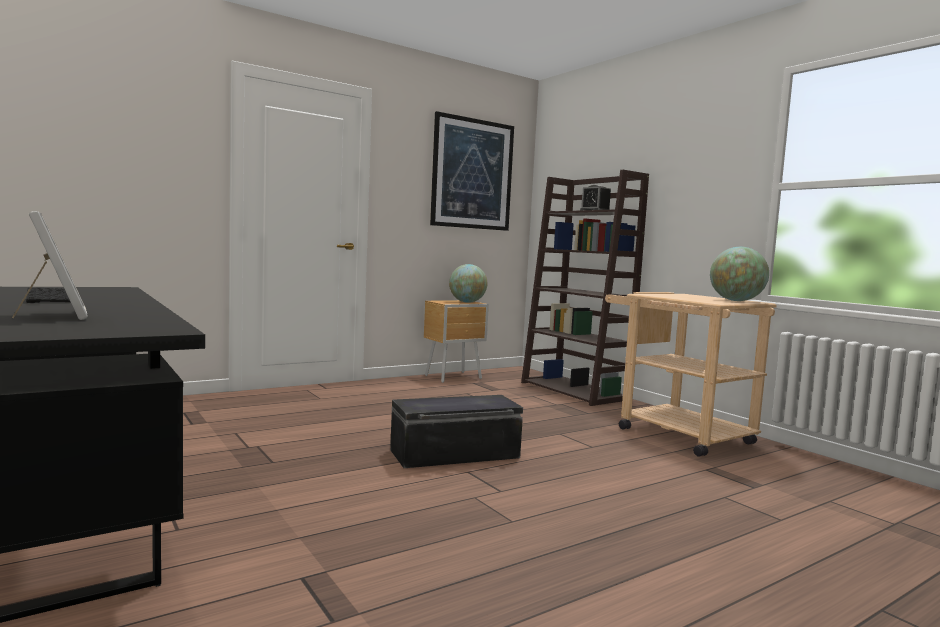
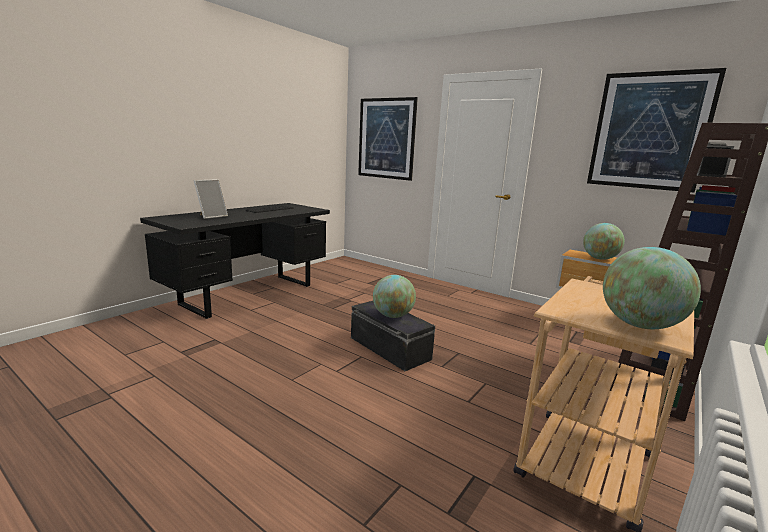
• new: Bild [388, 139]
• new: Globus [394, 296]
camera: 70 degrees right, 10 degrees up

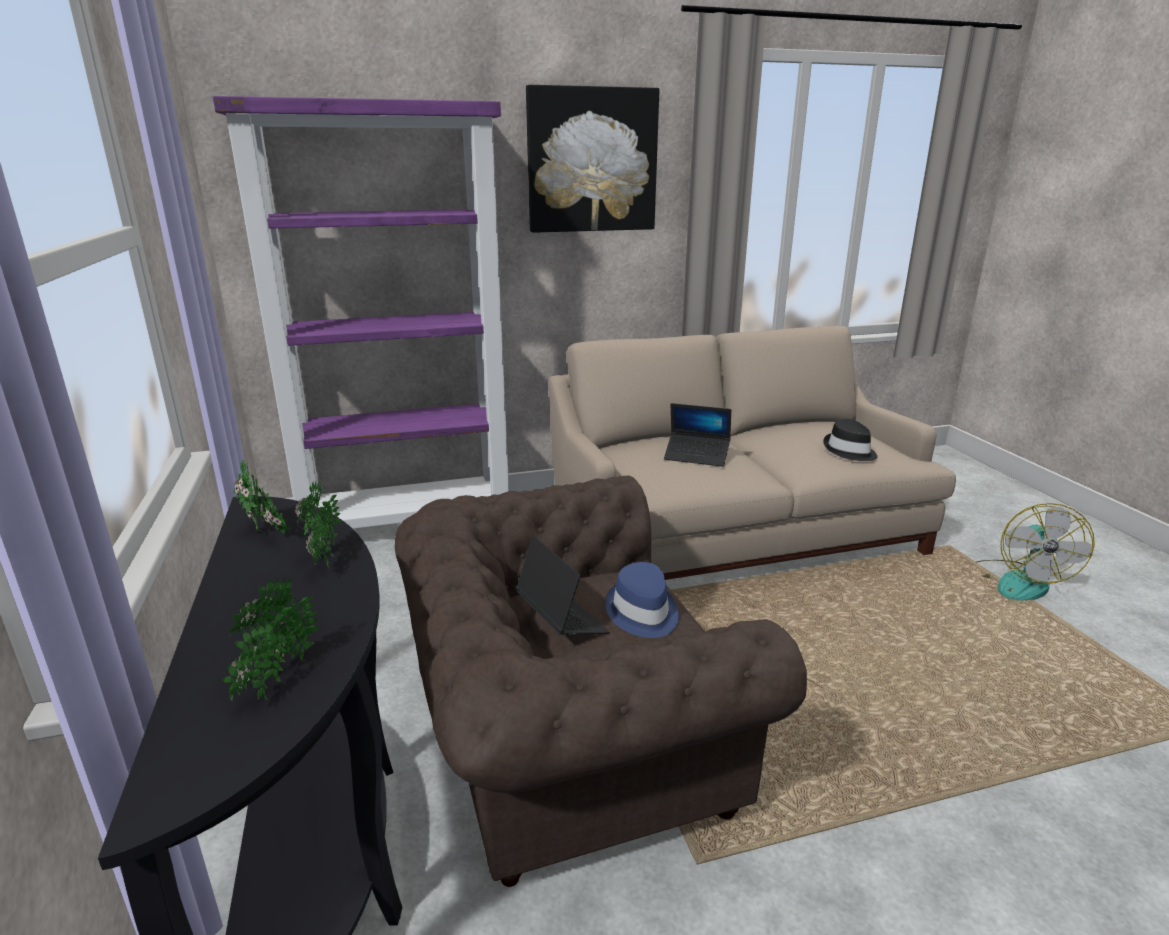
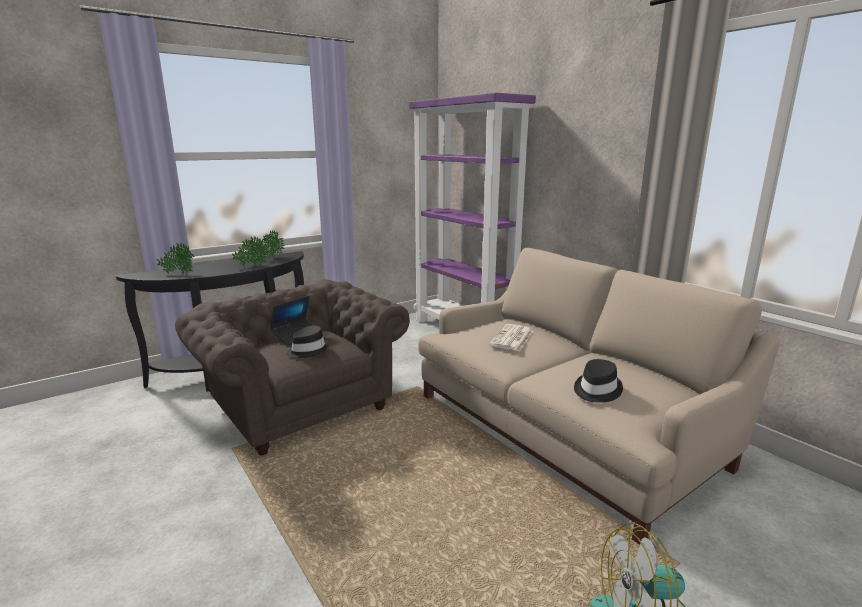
• gone: Bild [593, 159]
• swapped: Laptop [697, 435] to Zeitung [511, 337]
• repainted: Hut [blau] [642, 600] to Hut [schwarz] [307, 342]
camera: 70 degrees right, 5 degrees down

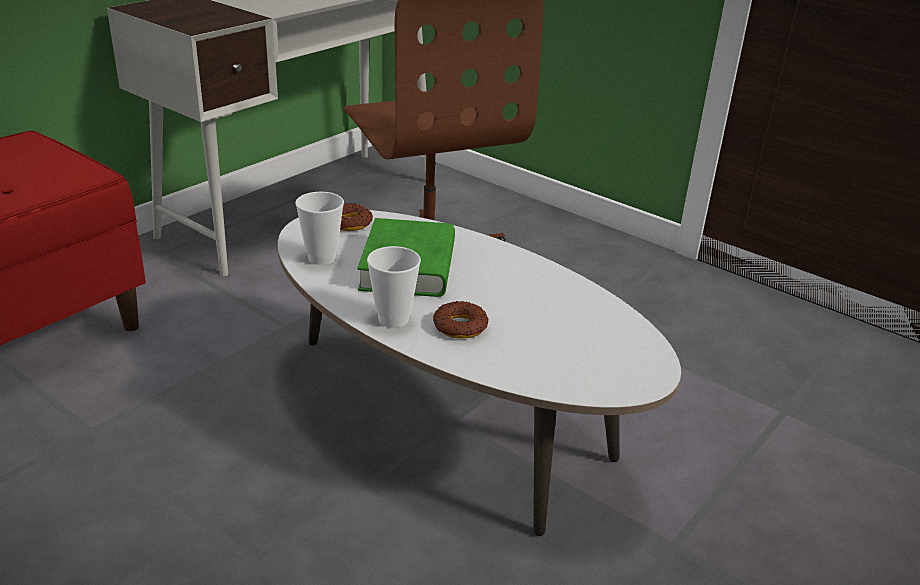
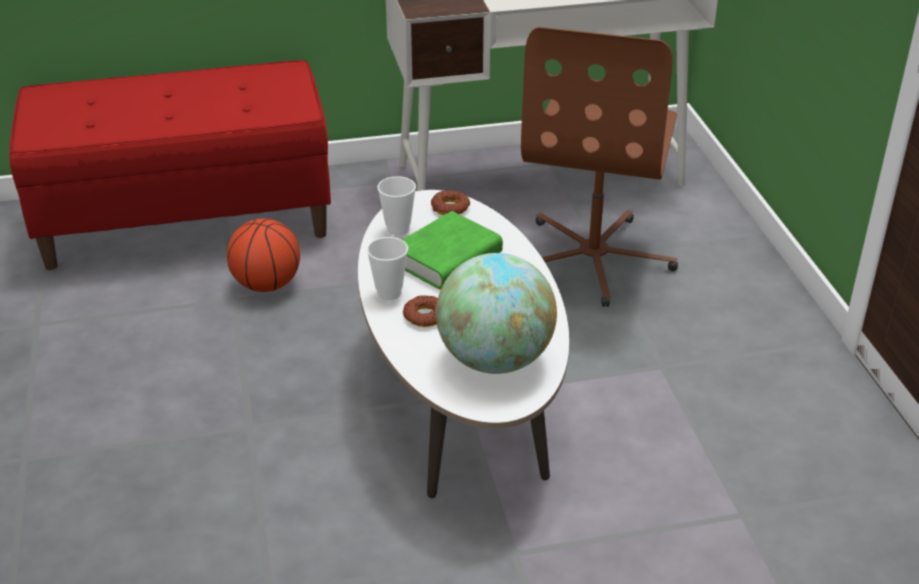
• new: Basketball [263, 255]
• new: Globus [496, 313]
camera: 40 degrees right, 5 degrees up

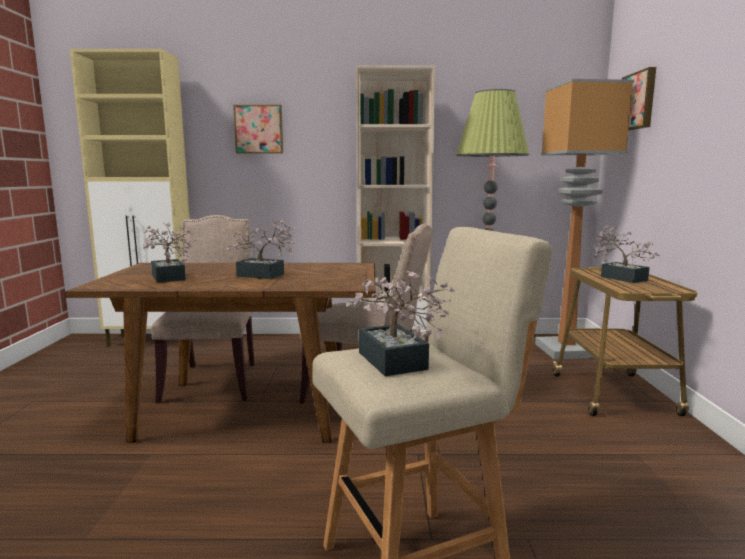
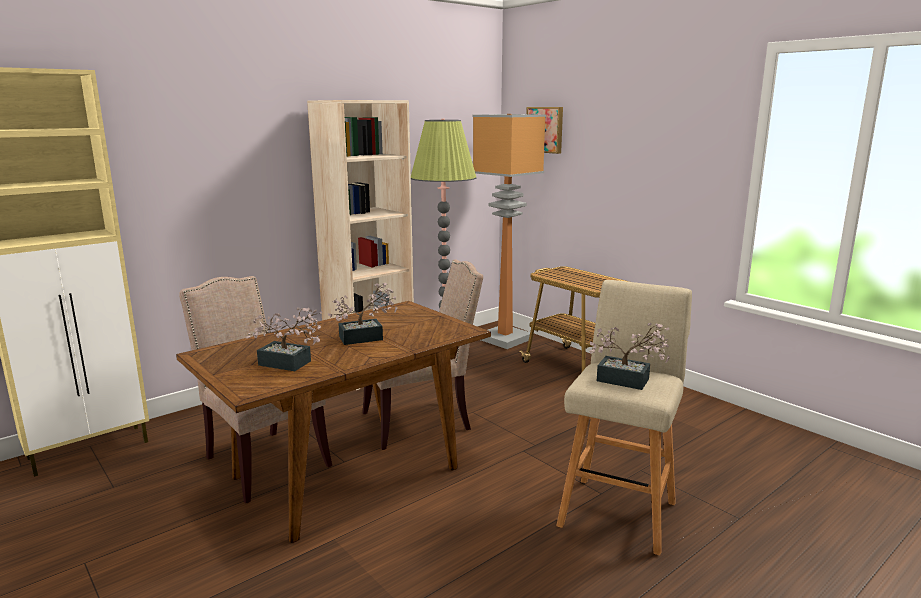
• gone: Bild [258, 129]
• gone: Topfpflanze [626, 254]
camera: 40 degrees left, 5 degrees up

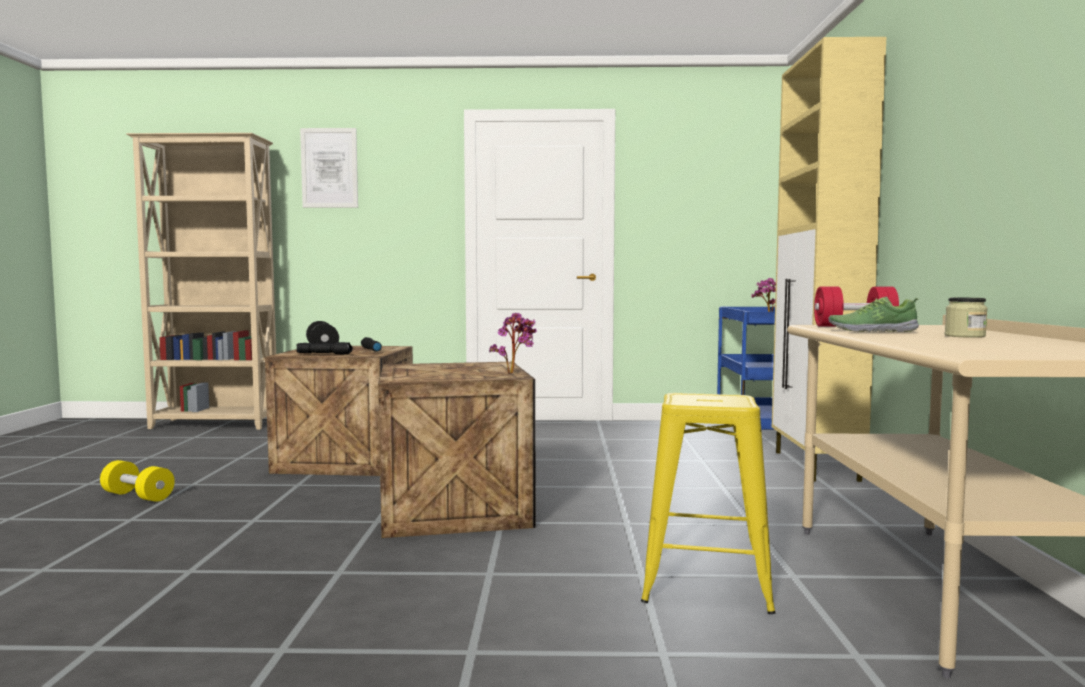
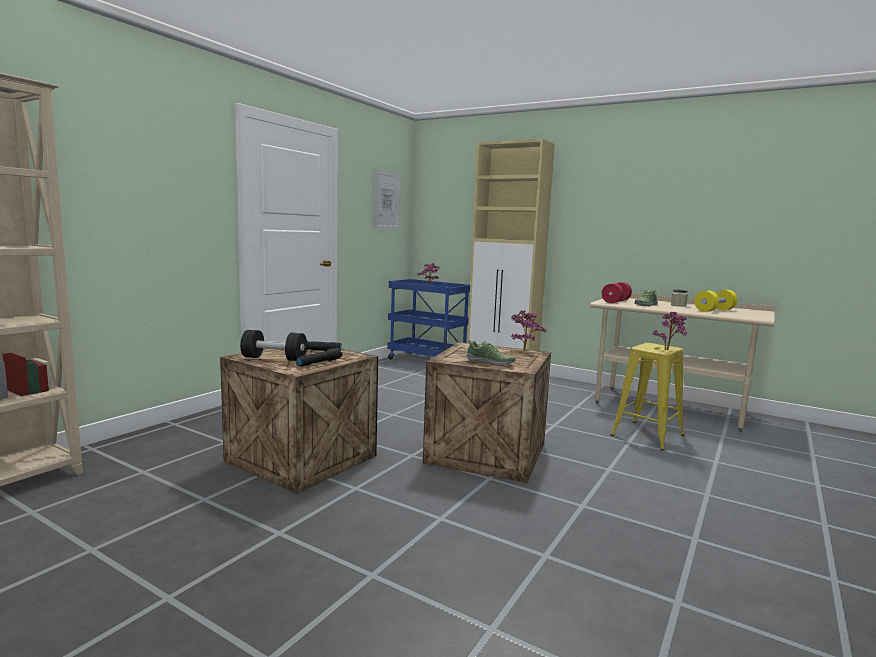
• new: Schuh [491, 352]
• new: Topfpflanze [669, 330]
• shifted: Hantel [gelb] [137, 481] to [716, 301]
• shifted: Bild [329, 168] to [387, 199]
camera: 60 degrees left, 5 degrees up

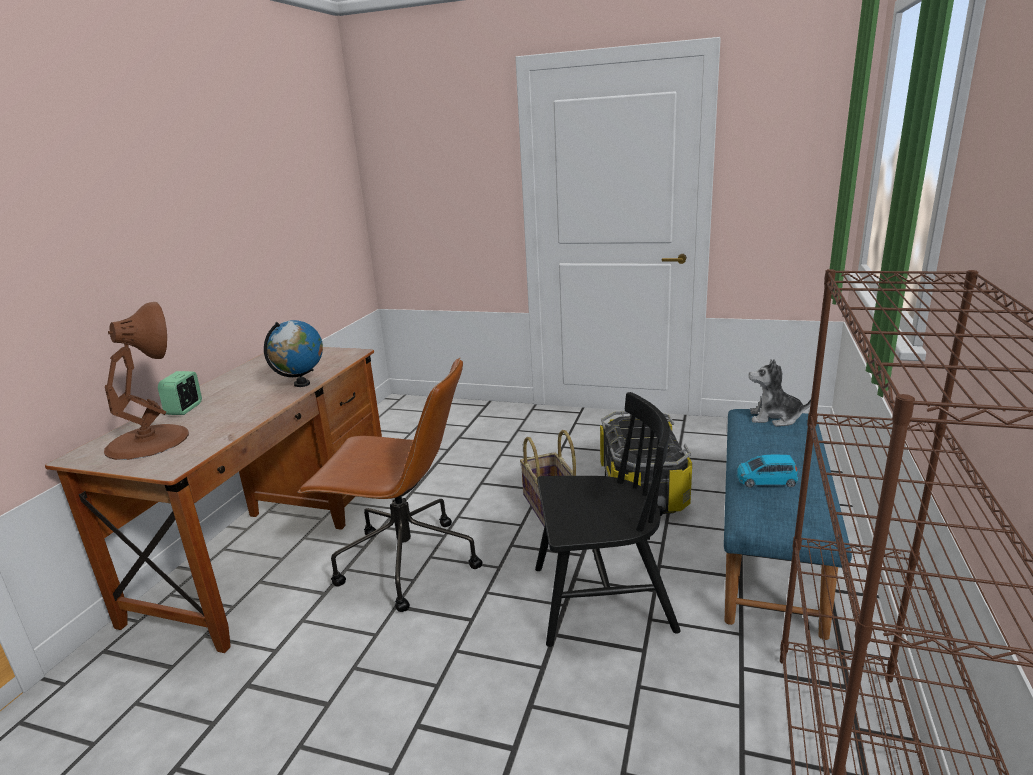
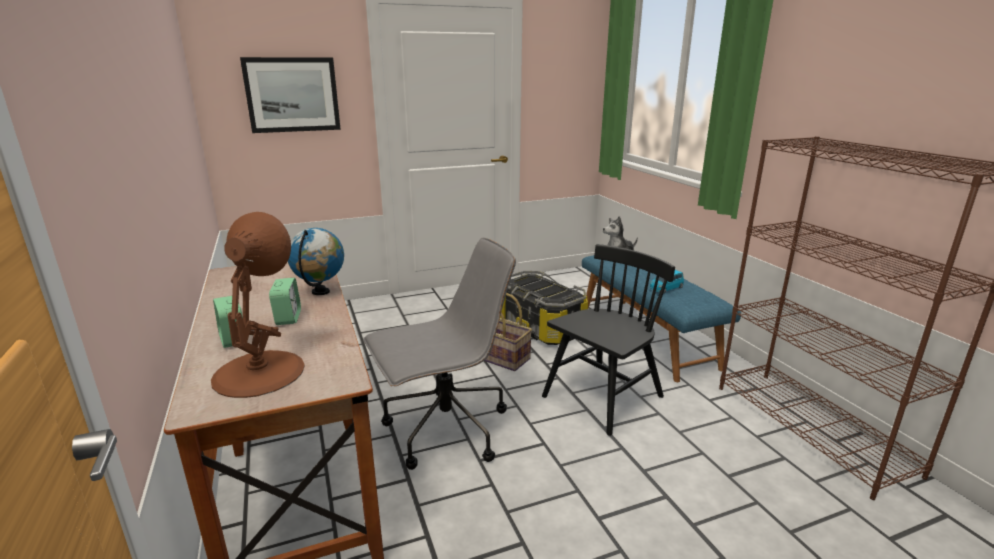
• new: Bild [290, 95]
• new: Wecker [285, 301]
• repainted: Bürostuhl [braun] [390, 484] to Bürostuhl [grau] [439, 354]
camera: 40 degrees left, 0 degrees up

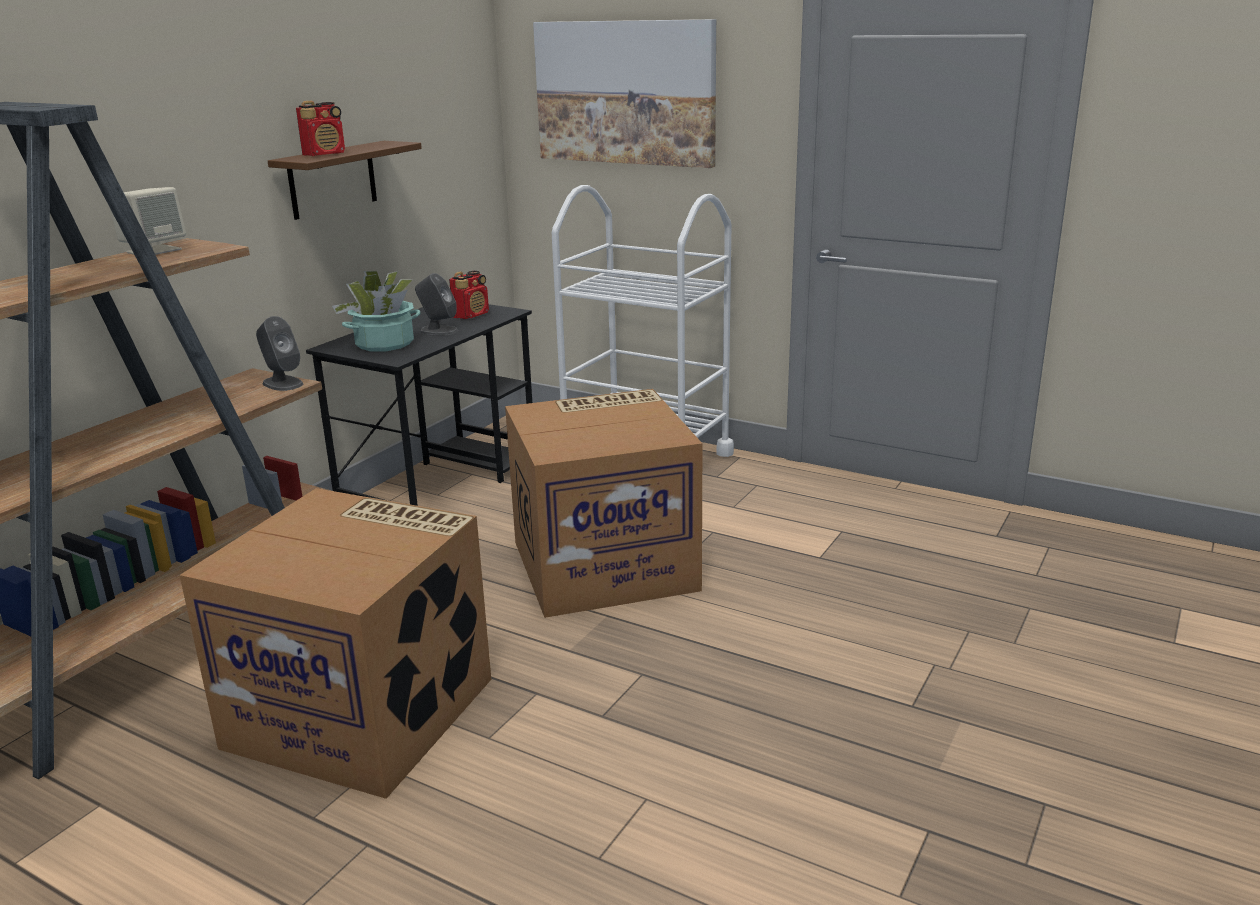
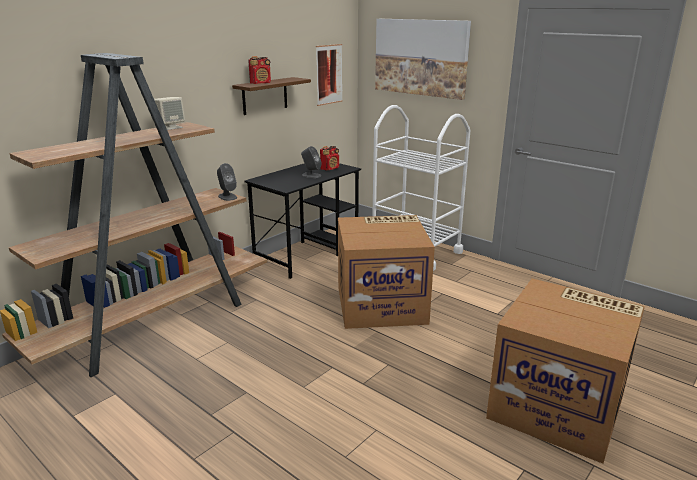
• gone: Topfpflanze [376, 311]
• new: Bild [329, 75]
• shifted: Karton [335, 643] to [565, 370]
camera: 10 degrees right, 0 degrees up

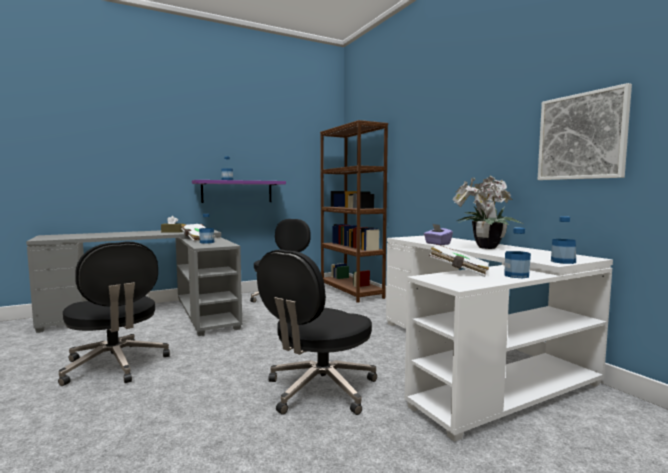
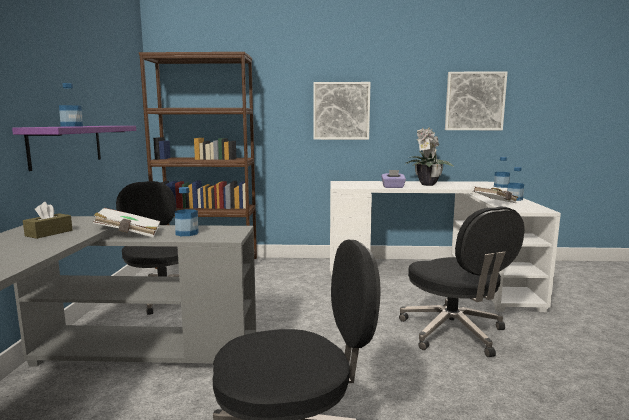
• new: Bild [342, 111]
camera: 60 degrees left, 5 degrees up

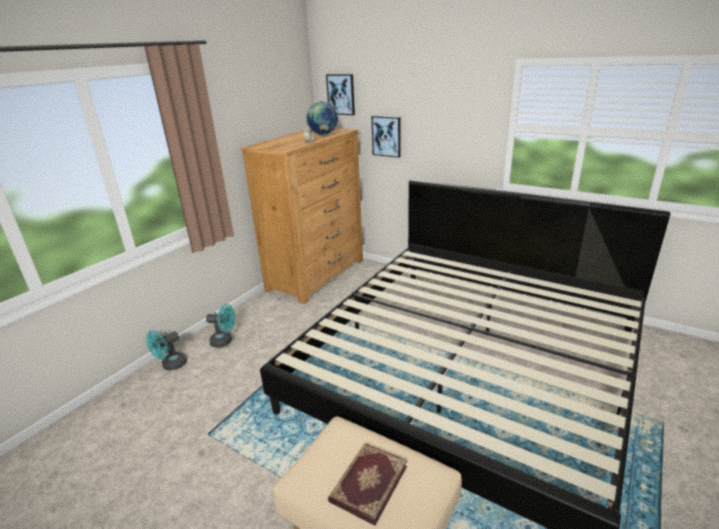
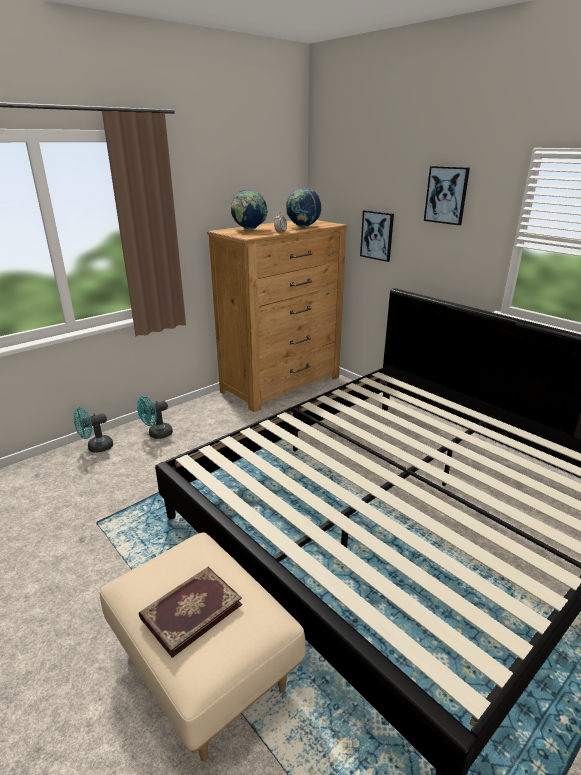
• new: Globus [249, 209]
• shifted: Bild [340, 94] to [447, 195]
• rotated: Ventilator [türkis] [220, 326] = [155, 417] 120 degrees clockwise
camera: 15 degrees right, 0 degrees up

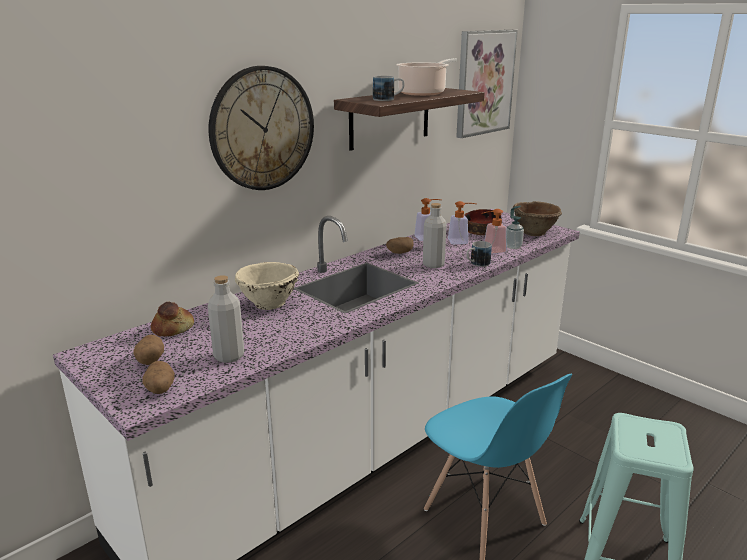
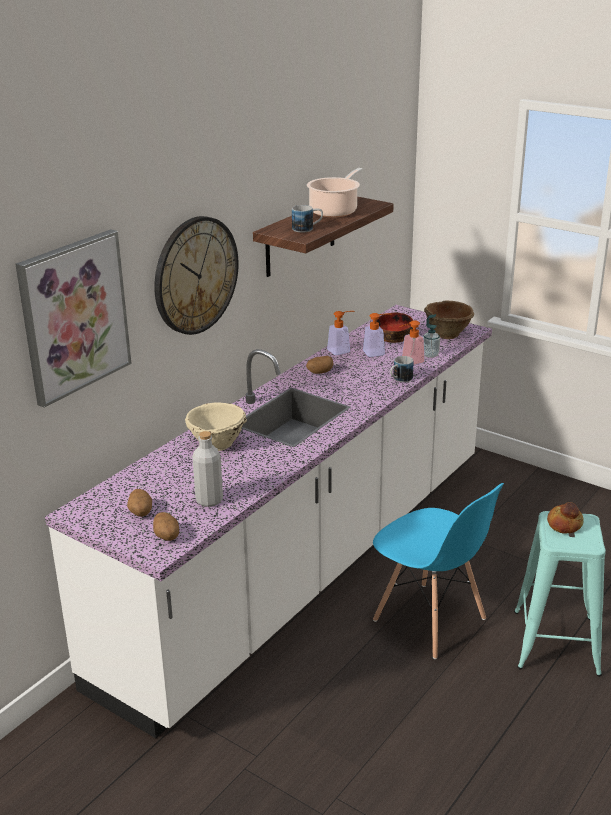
• gone: Flasche [grau] [435, 235]
• shifted: Brot [172, 319] to [565, 518]
• shifted: Bild [487, 84] to [73, 318]
camera: 10 degrees left, 5 degrees up

